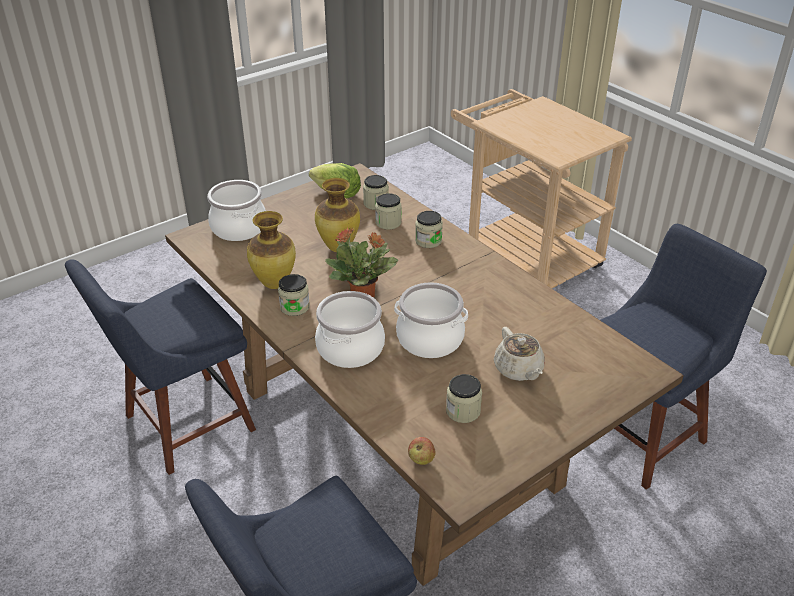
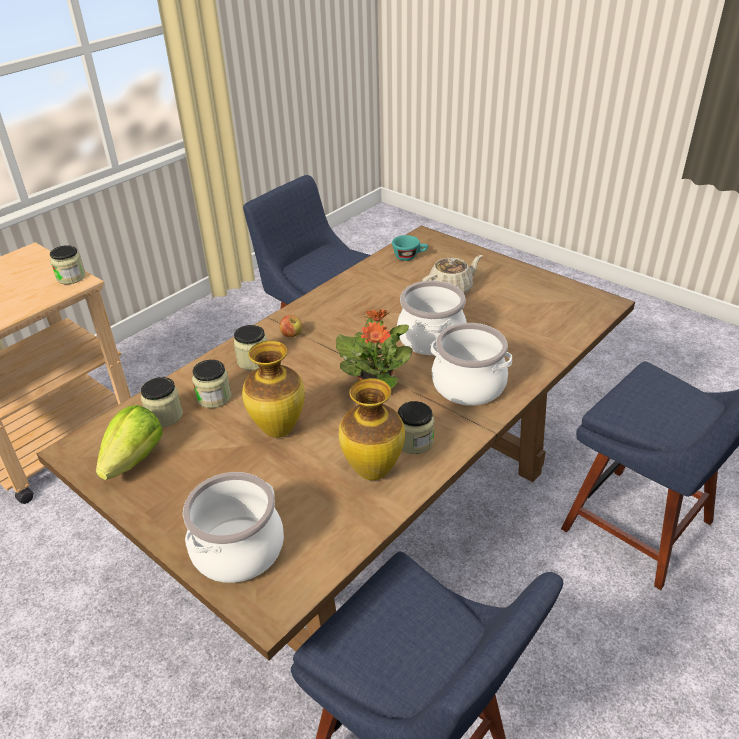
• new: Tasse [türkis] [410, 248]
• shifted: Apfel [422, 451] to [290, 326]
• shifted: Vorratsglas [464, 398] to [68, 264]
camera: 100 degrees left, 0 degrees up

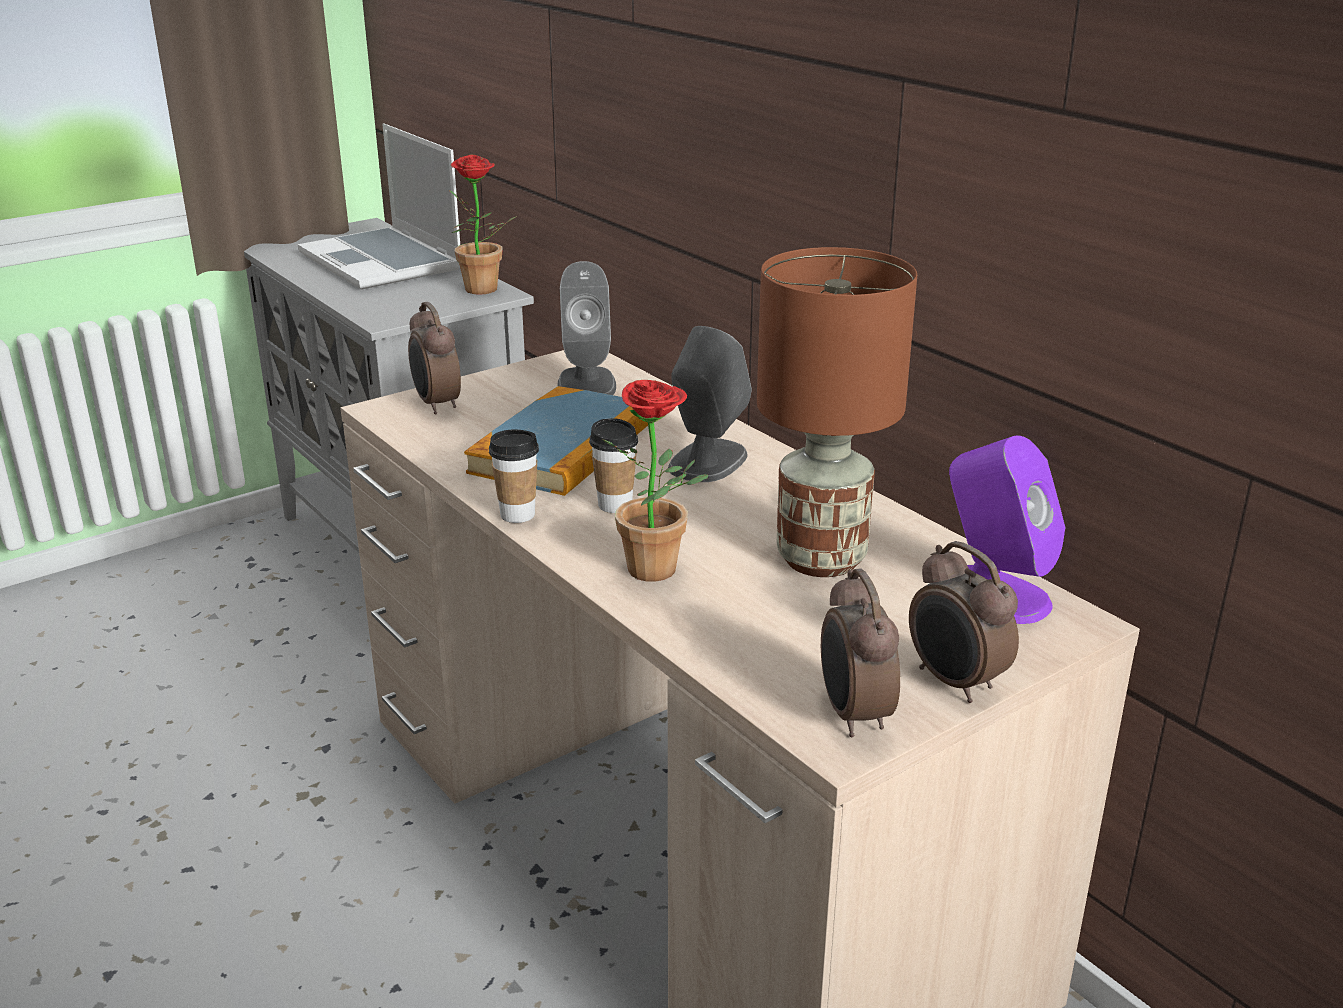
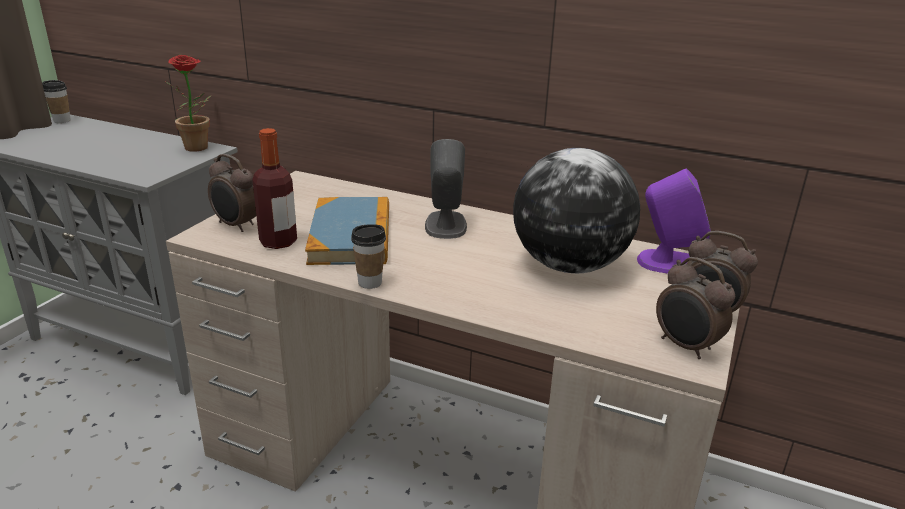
• gone: Laptop [379, 206]
• gone: Lautsprecher [grau] [587, 328]
• gone: Topfpflanze [655, 481]
• new: Flasche [274, 188]
• shifted: Tasse [613, 465] to [56, 101]
• swapped: Tischlampe [braun] [837, 412] to Globus [576, 210]
camera: 30 degrees left, 0 degrees up

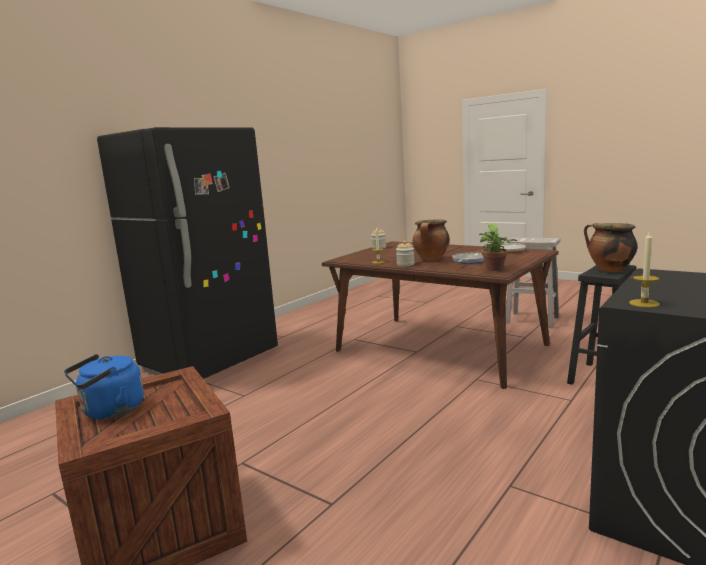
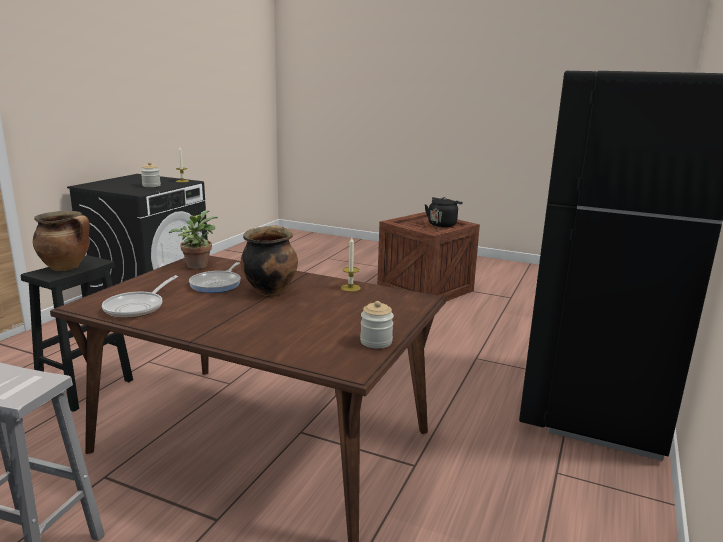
• shifted: Vorratsglas [405, 253] to [151, 174]
• repainted: Wasserkessel [blau] [104, 387] to Wasserkessel [schwarz] [444, 212]
camera: 165 degrees right, 5 degrees up

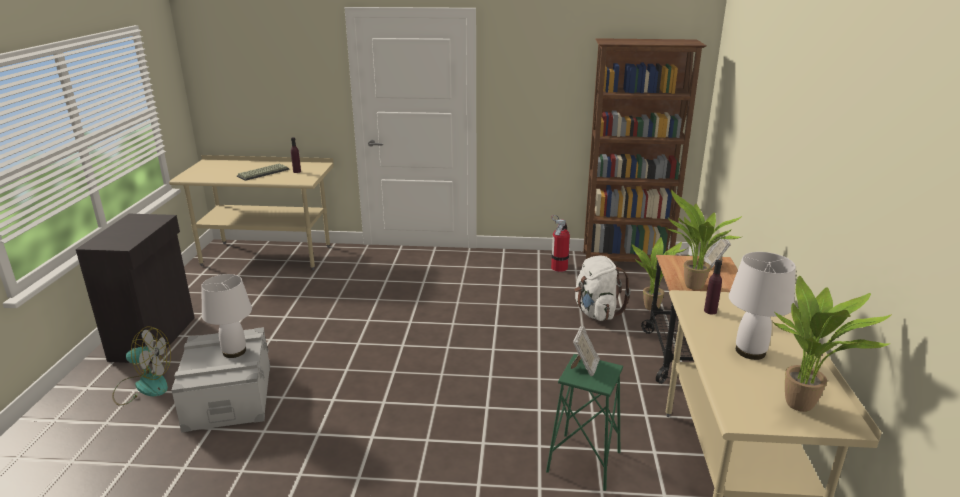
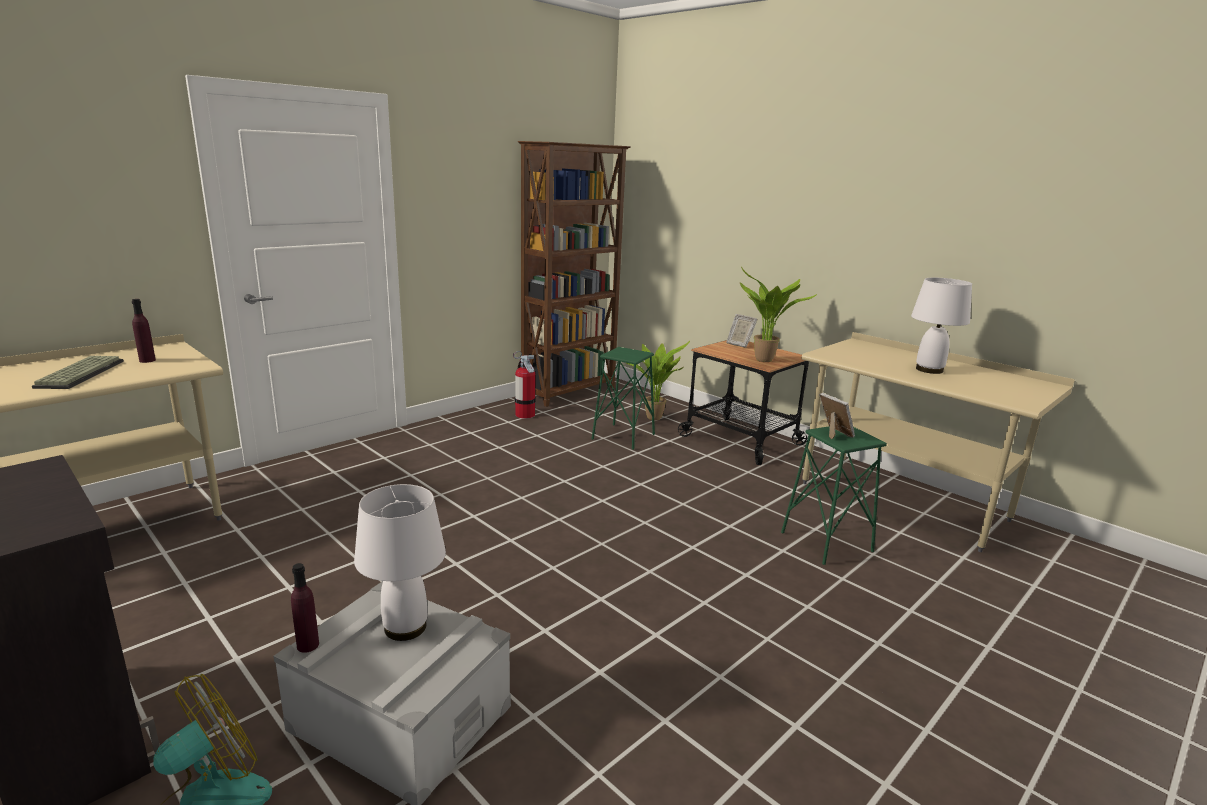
• gone: Topfpflanze [832, 344]
• shifted: Flasche [lila] [713, 287] to [305, 608]
• swapped: Rucksack [weiß] [602, 288] to Hocker [grün] [623, 398]
camera: 50 degrees left, 5 degrees down

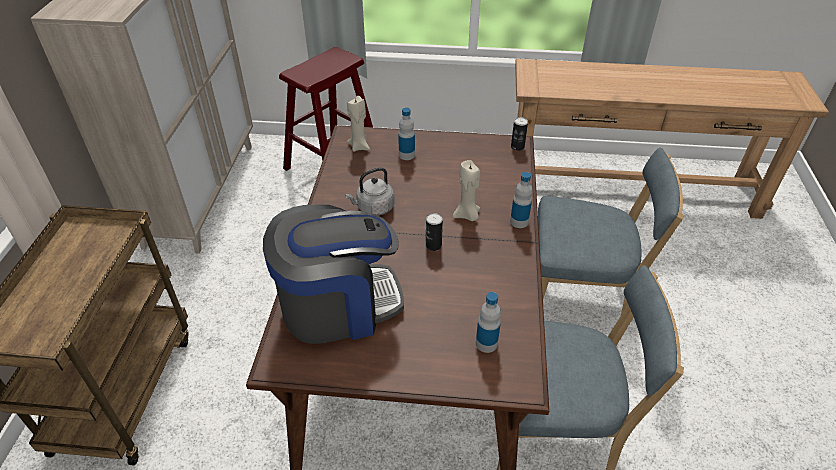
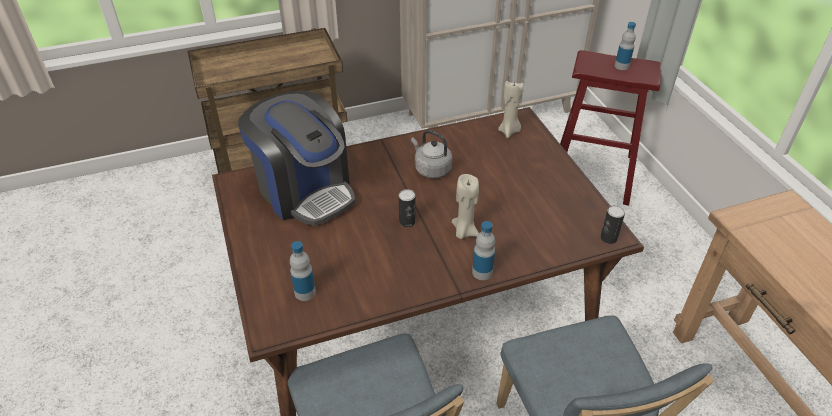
• shifted: Flasche [406, 133] to [625, 46]
camera: 65 degrees right, 0 degrees up

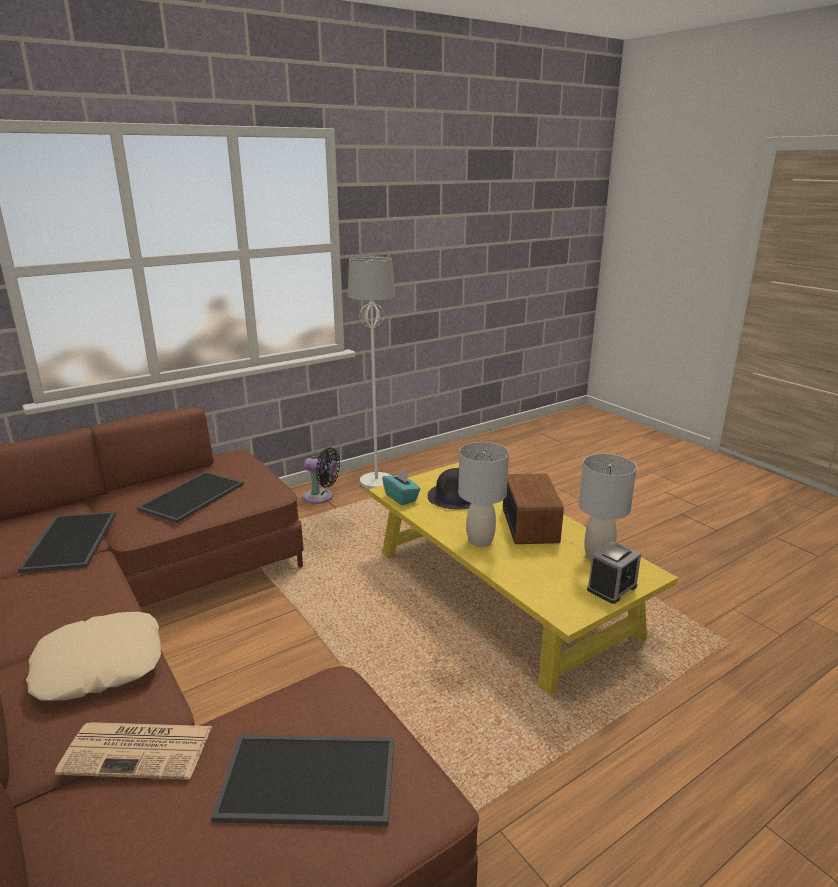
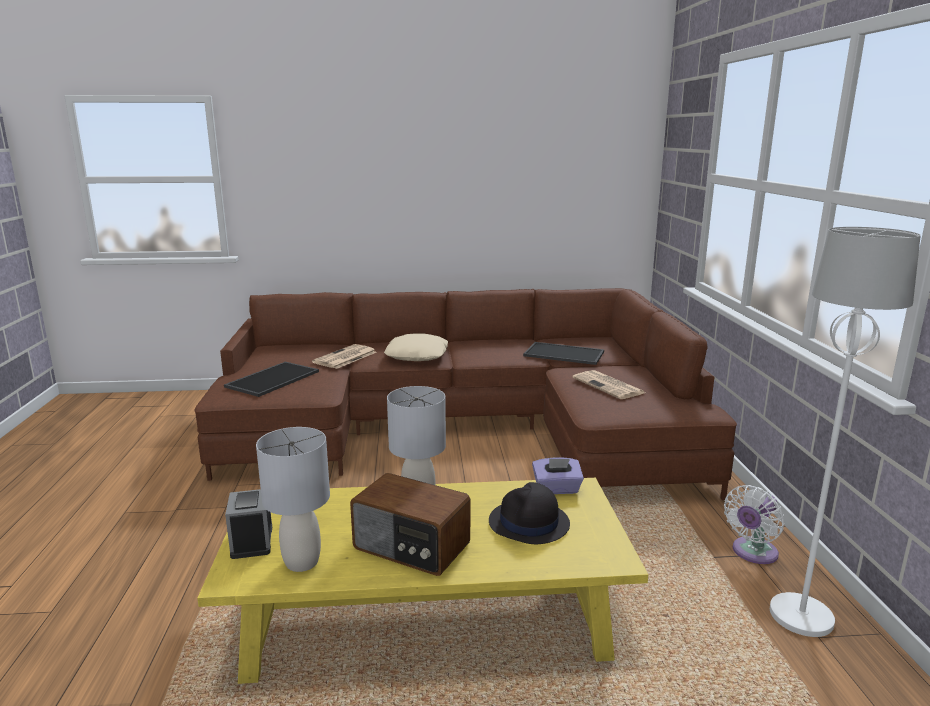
• swapped: Tablett [190, 497] to Zeitung [609, 384]
• repainted: Ventilator [schwarz] [321, 475] to Ventilator [weiß] [754, 524]
• repainted: Taschentuchbox [türkis] [401, 487] to Taschentuchbox [lila] [558, 475]
camera: 120 degrees right, 5 degrees down

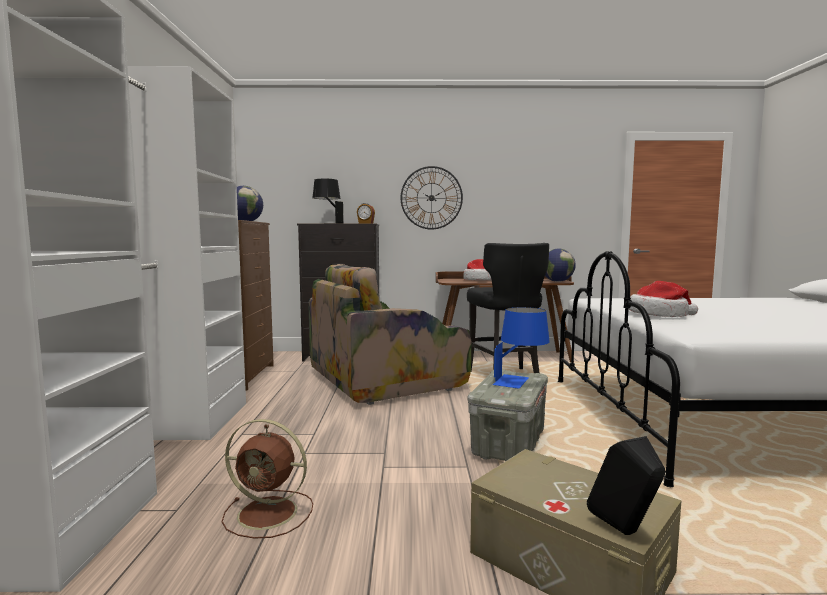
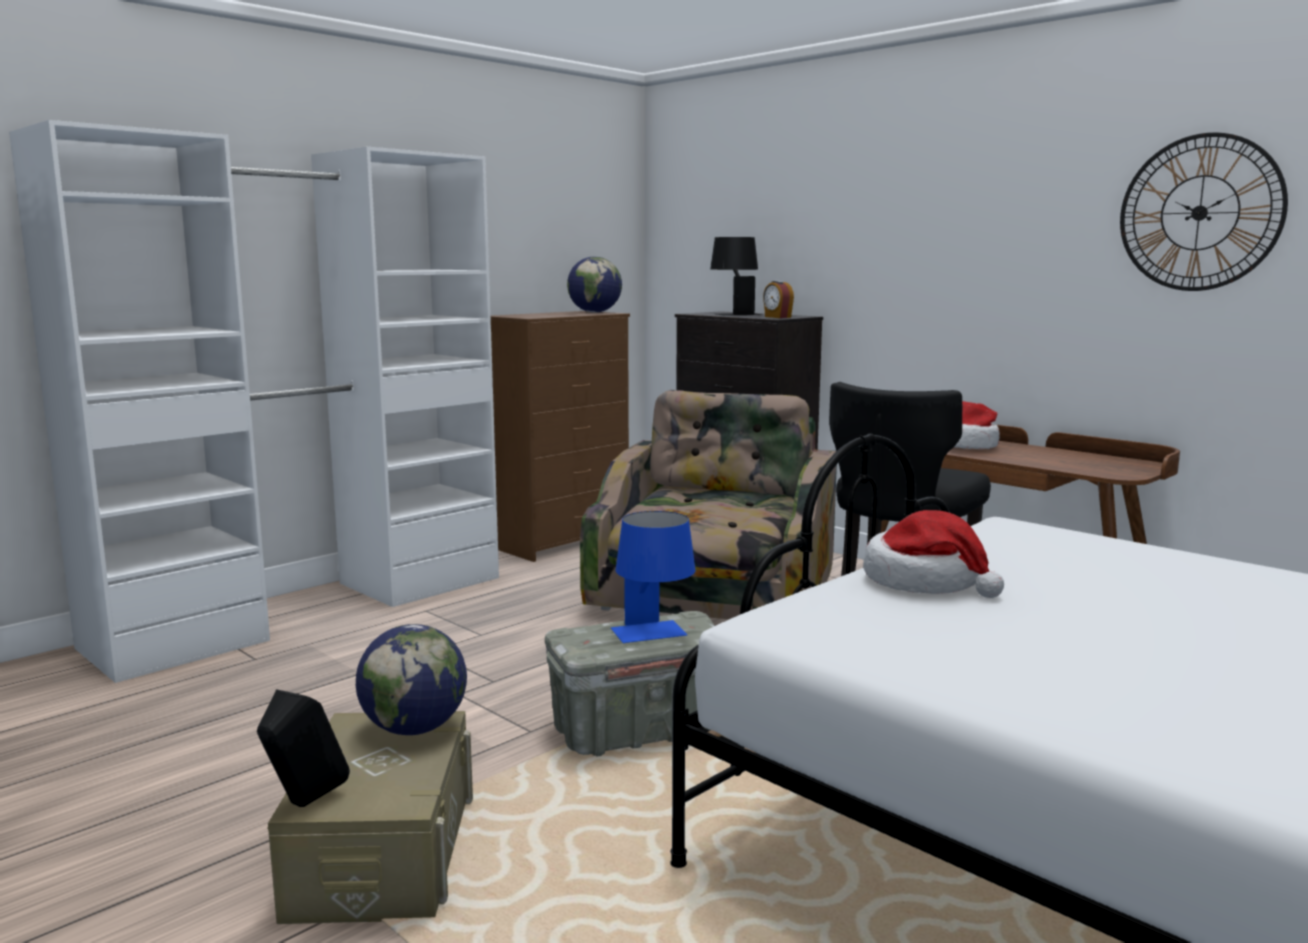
• gone: Ventilator [braun] [267, 479]
• shifted: Wanduhr [432, 198] to [1204, 211]
• shifted: Globus [560, 265] to [411, 679]
• rotated: Sessel [390, 334] = [708, 504] 90 degrees clockwise
camera: 45 degrees right, 5 degrees up

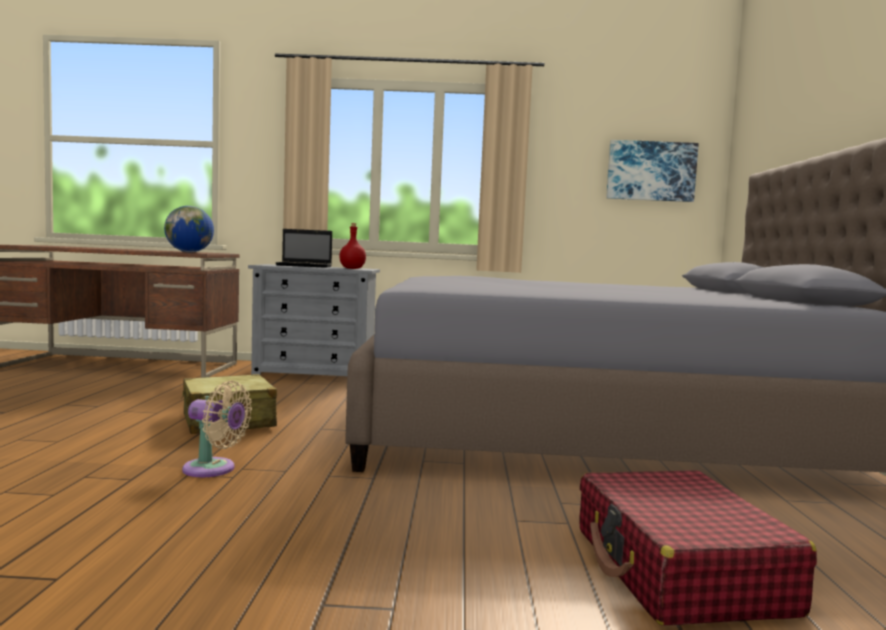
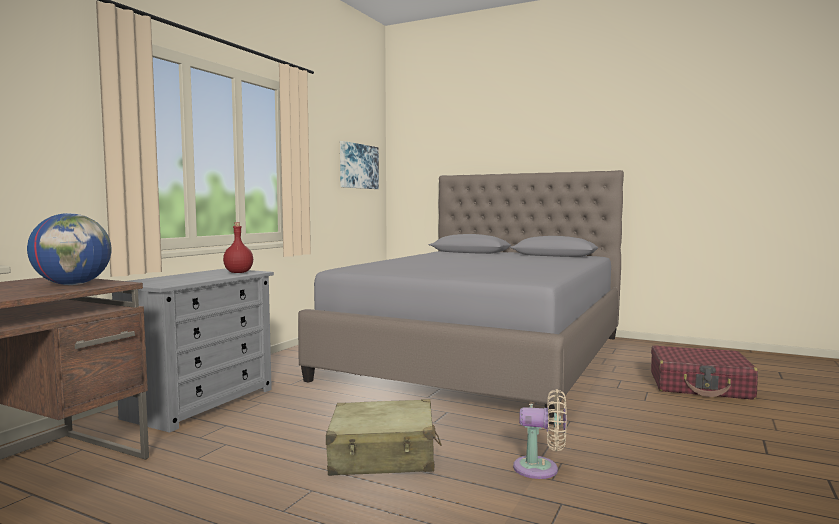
• gone: Laptop [304, 248]
• rotated: Ventilator [beige] [217, 428] = [540, 434] 60 degrees clockwise
camera: 65 degrees left, 0 degrees up

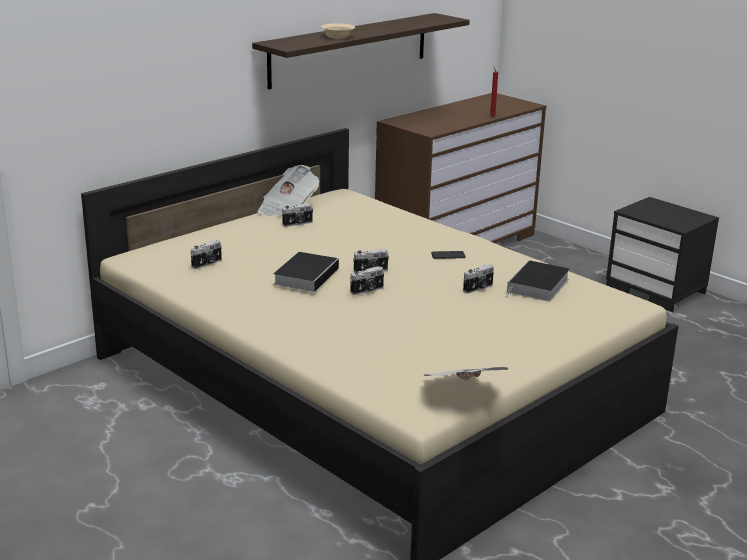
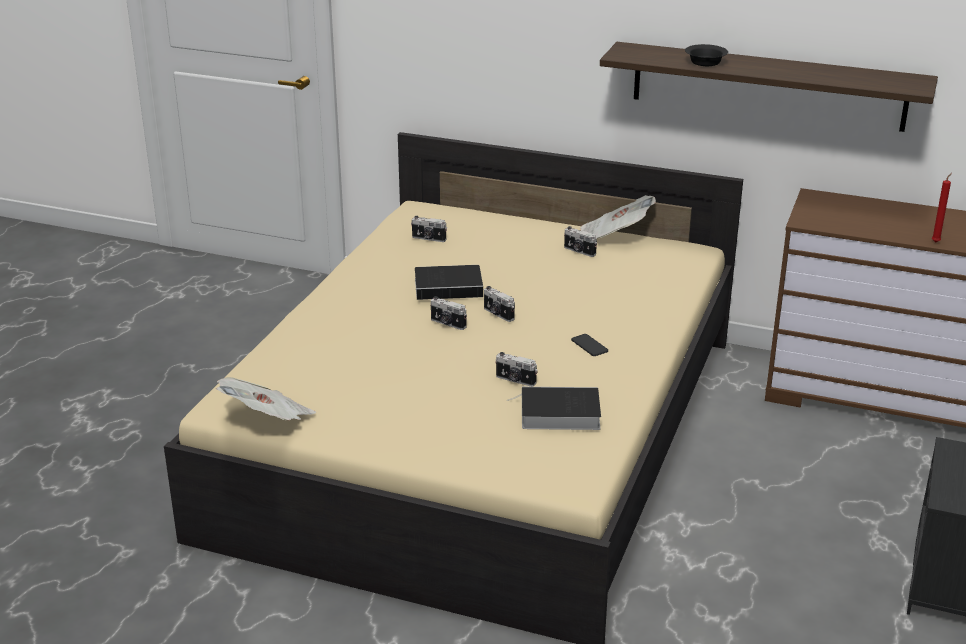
• repainted: Schüssel [beige] [338, 31] to Schüssel [schwarz] [706, 55]
camera: 65 degrees right, 5 degrees up

